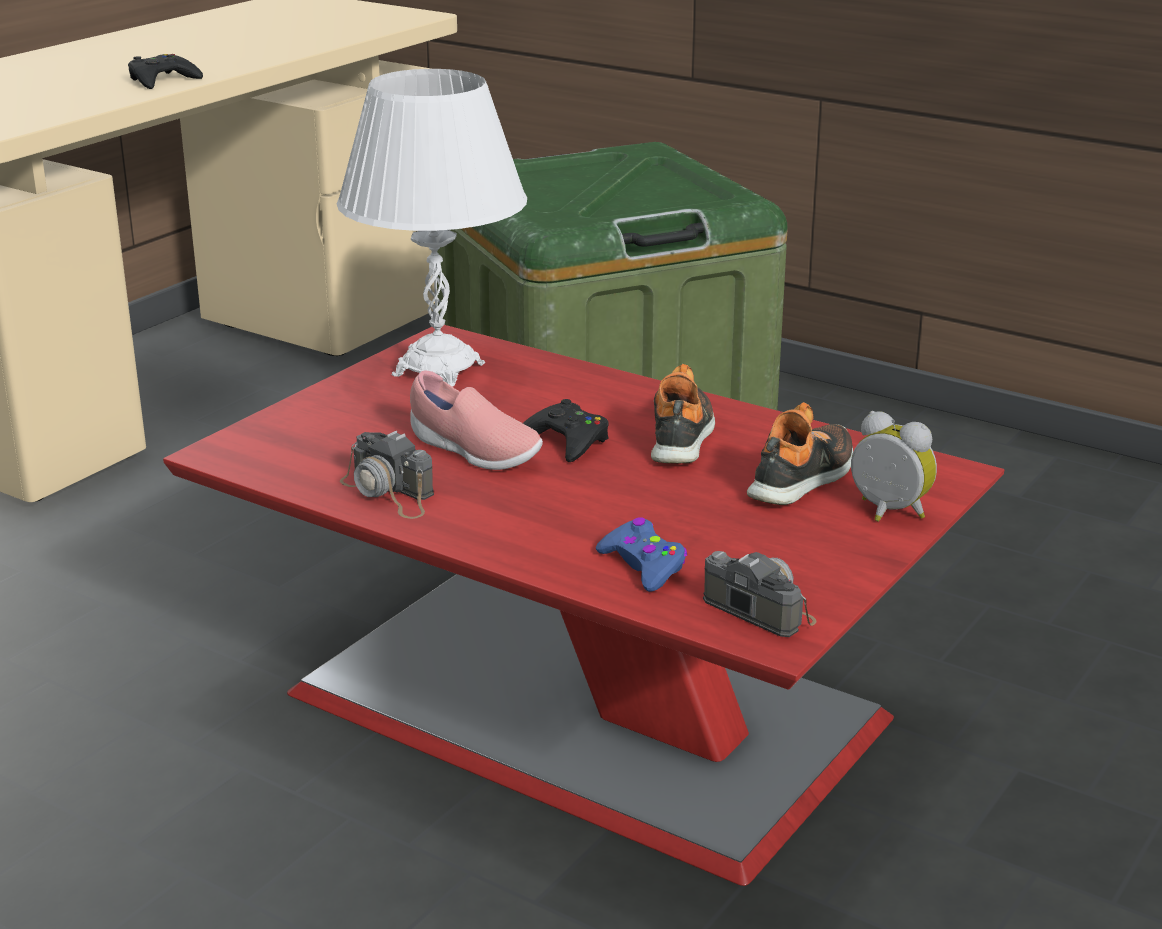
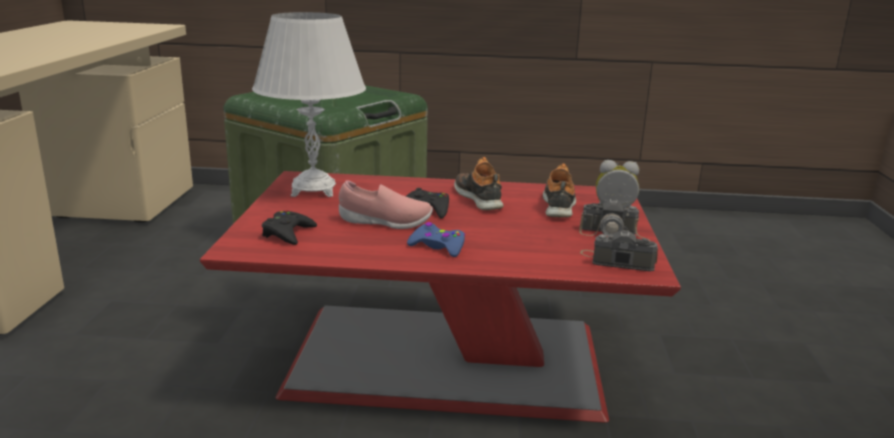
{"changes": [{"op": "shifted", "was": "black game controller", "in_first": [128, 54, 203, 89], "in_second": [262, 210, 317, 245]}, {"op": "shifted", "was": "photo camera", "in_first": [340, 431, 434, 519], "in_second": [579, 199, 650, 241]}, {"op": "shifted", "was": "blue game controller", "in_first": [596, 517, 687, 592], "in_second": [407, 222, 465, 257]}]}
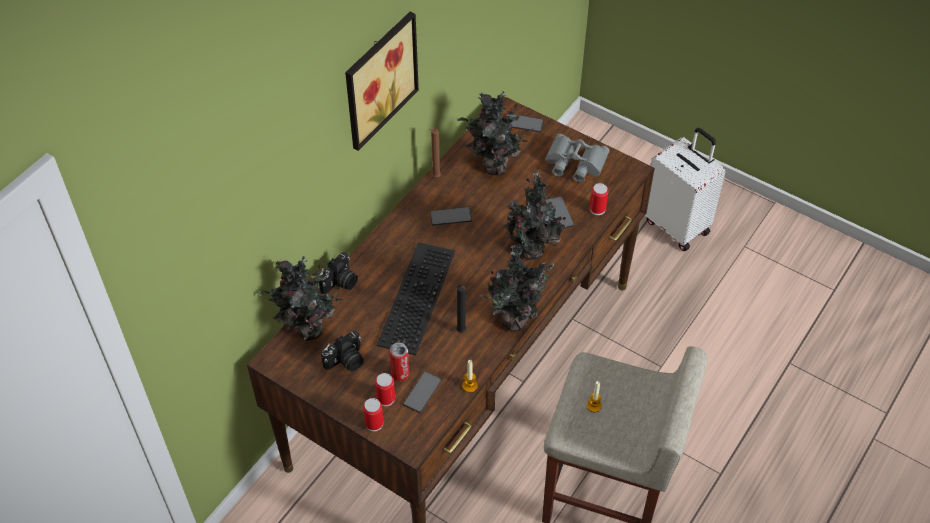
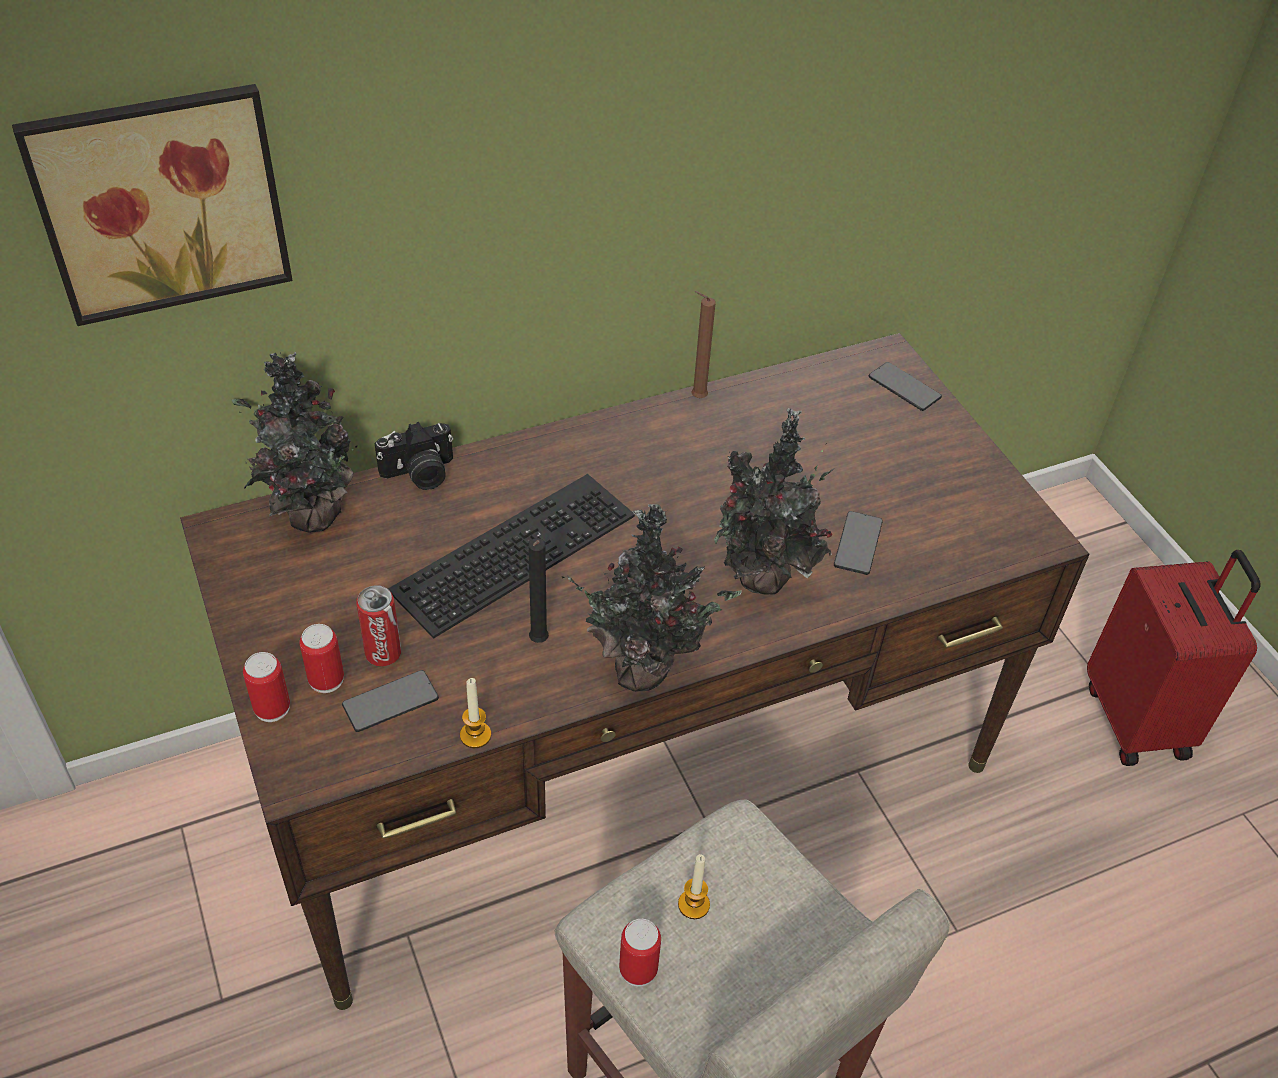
{"changes": [{"op": "gone", "was": "photo camera", "in_first": [321, 331, 364, 372]}, {"op": "shifted", "was": "picture", "in_first": [345, 12, 419, 151], "in_second": [12, 84, 293, 326]}, {"op": "gone", "was": "phone", "in_first": [430, 207, 472, 226]}, {"op": "gone", "was": "potted plant", "in_first": [457, 91, 533, 175]}, {"op": "gone", "was": "grey binoculars", "in_first": [545, 134, 609, 182]}, {"op": "shifted", "was": "can", "in_first": [590, 183, 608, 215], "in_second": [619, 919, 661, 987]}, {"op": "repainted", "was": "white suitcase", "now": "red suitcase", "in_first": [645, 128, 725, 251], "in_second": [1087, 550, 1261, 766]}]}
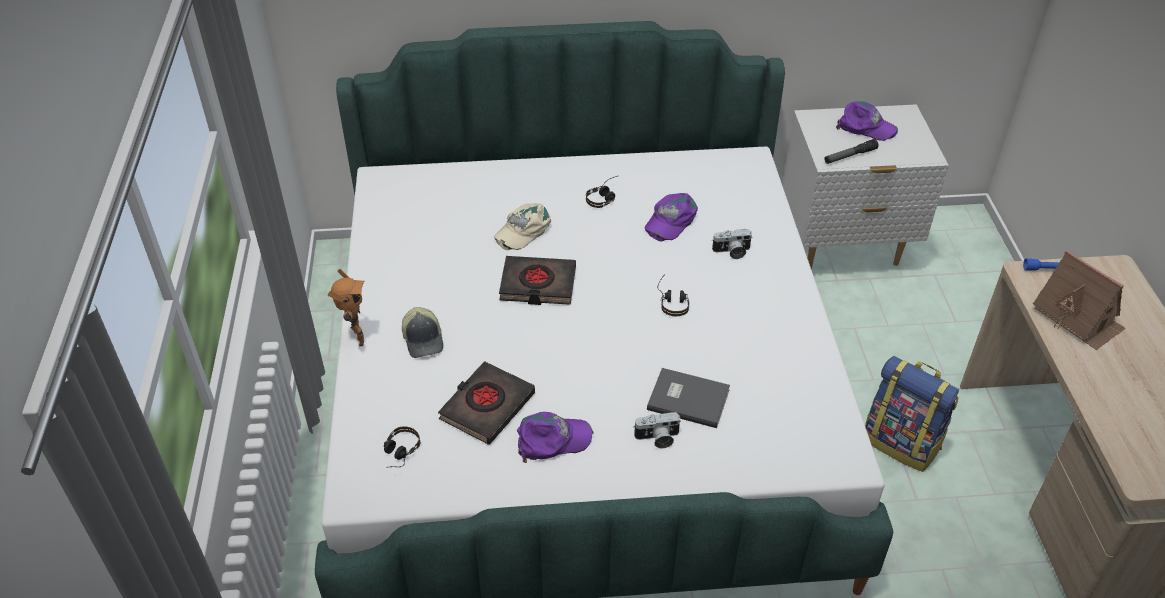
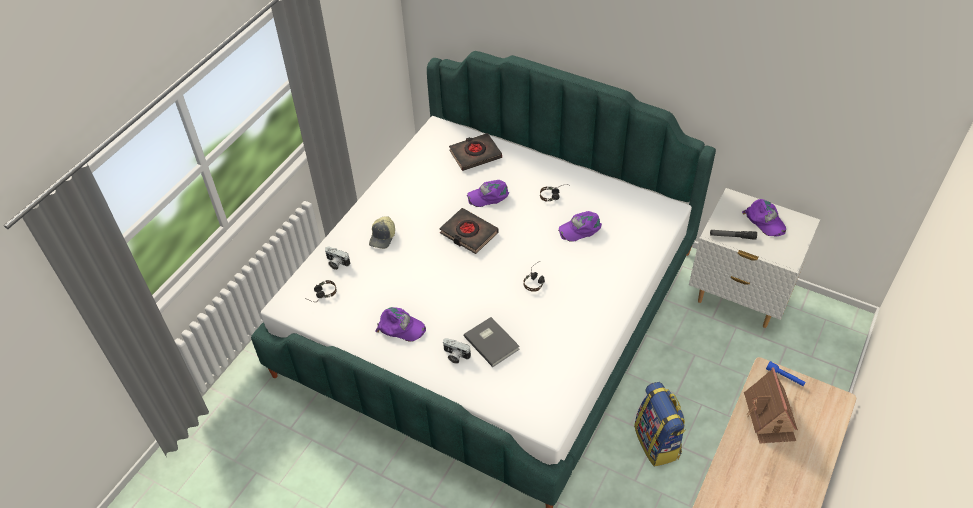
{"changes": [{"op": "gone", "was": "toy robot", "in_first": [328, 269, 365, 346]}, {"op": "shifted", "was": "black book", "in_first": [438, 361, 535, 445], "in_second": [449, 133, 502, 171]}, {"op": "repainted", "was": "beige cap", "now": "purple cap", "in_first": [494, 203, 551, 250], "in_second": [467, 180, 509, 207]}, {"op": "shifted", "was": "photo camera", "in_first": [712, 229, 753, 259], "in_second": [325, 247, 350, 270]}]}
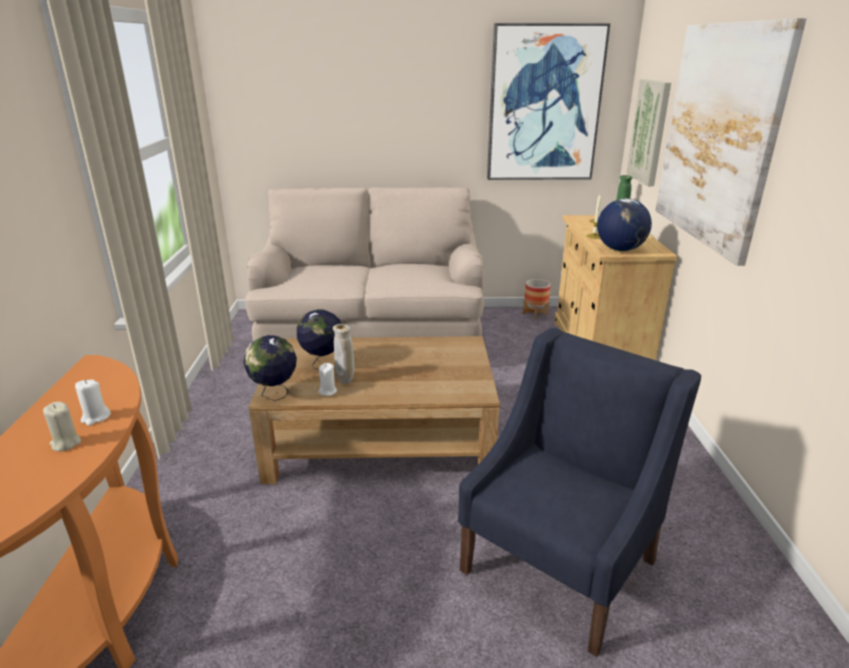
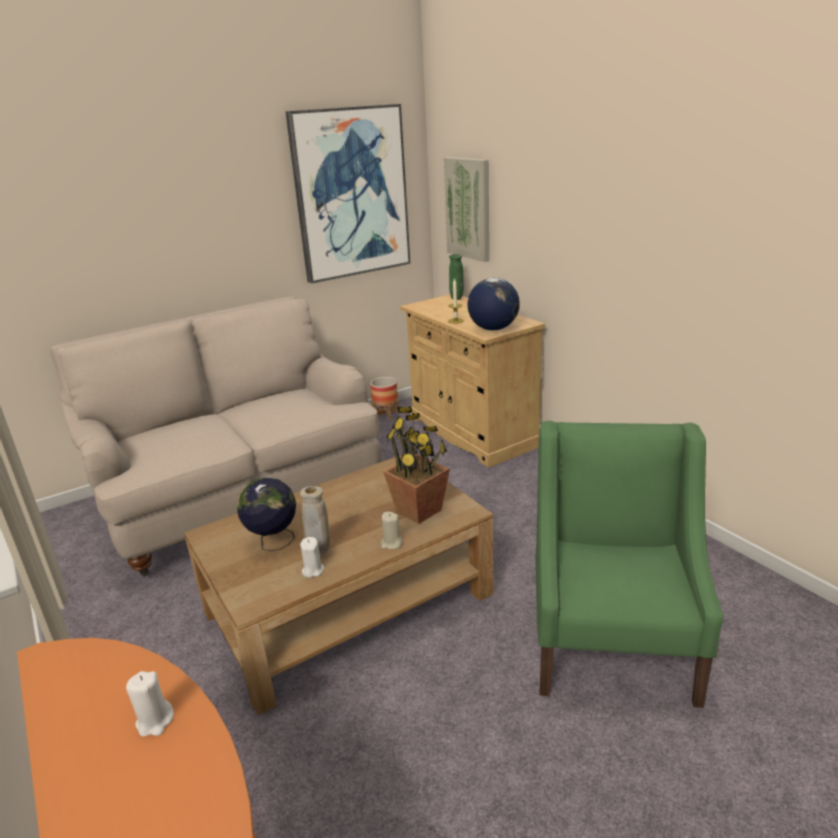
{"changes": [{"op": "shifted", "was": "beige candle", "in_first": [43, 402, 81, 452], "in_second": [381, 512, 402, 550]}, {"op": "gone", "was": "globe", "in_first": [243, 335, 297, 401]}, {"op": "repainted", "was": "blue armchair", "now": "green armchair", "in_first": [458, 328, 701, 657], "in_second": [535, 421, 723, 708]}, {"op": "gone", "was": "picture", "in_first": [655, 18, 806, 266]}, {"op": "new", "now": "potted plant", "in_second": [383, 406, 450, 524]}]}
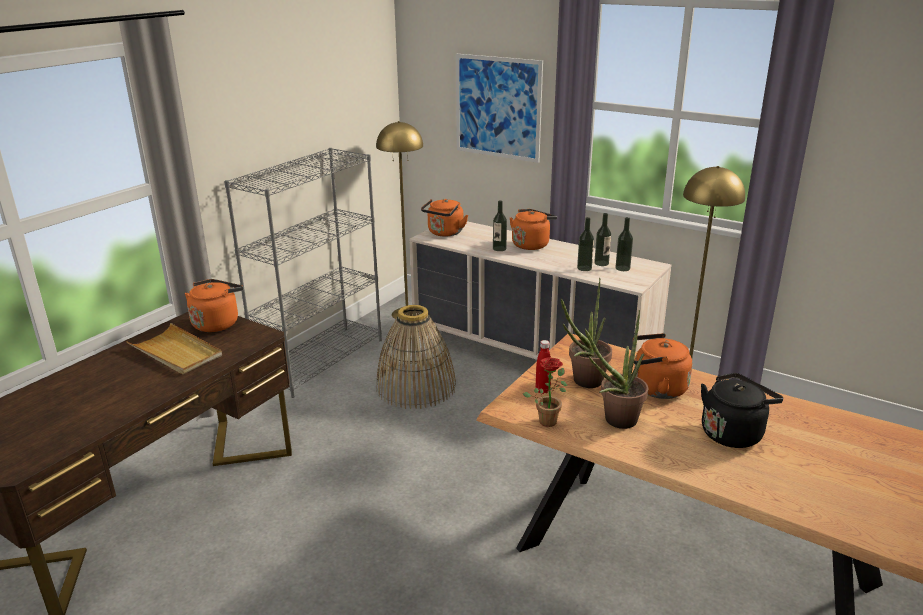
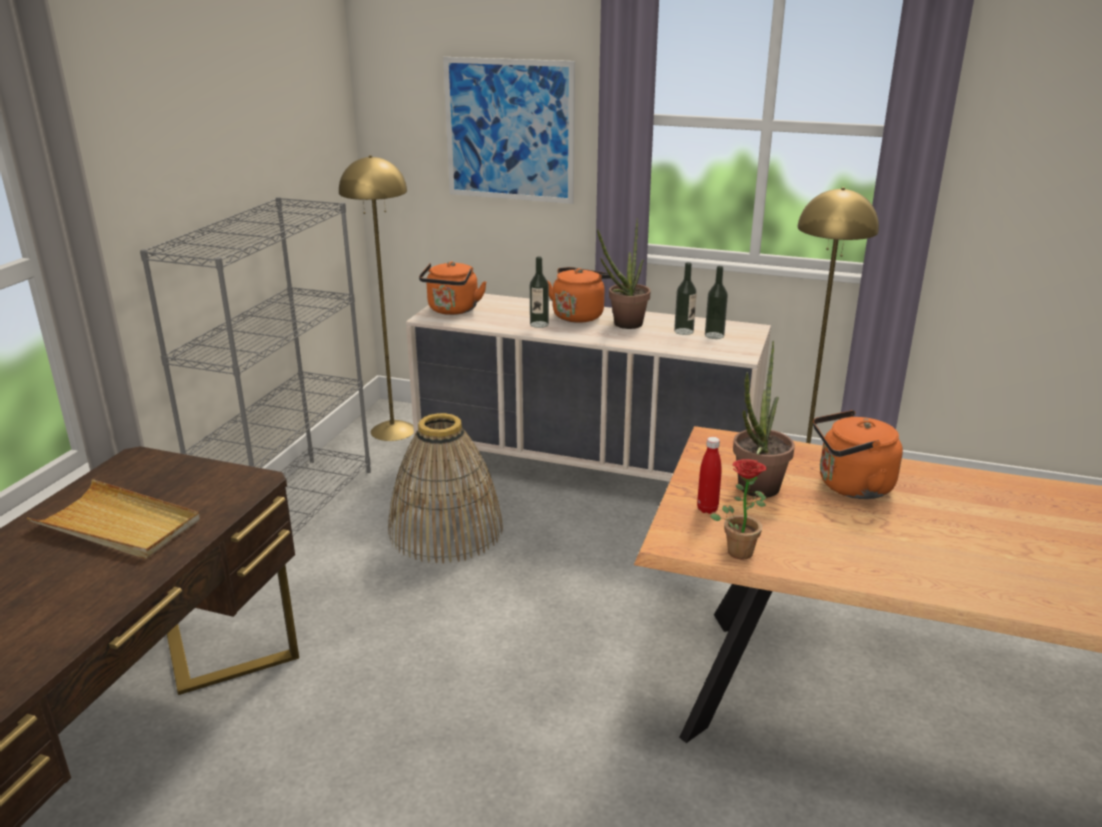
{"changes": [{"op": "gone", "was": "orange kettle", "in_first": [185, 279, 243, 332]}, {"op": "gone", "was": "bottle", "in_first": [577, 217, 594, 271]}, {"op": "shifted", "was": "potted plant", "in_first": [585, 310, 648, 429], "in_second": [597, 218, 651, 329]}, {"op": "gone", "was": "black kettle", "in_first": [701, 373, 783, 448]}]}
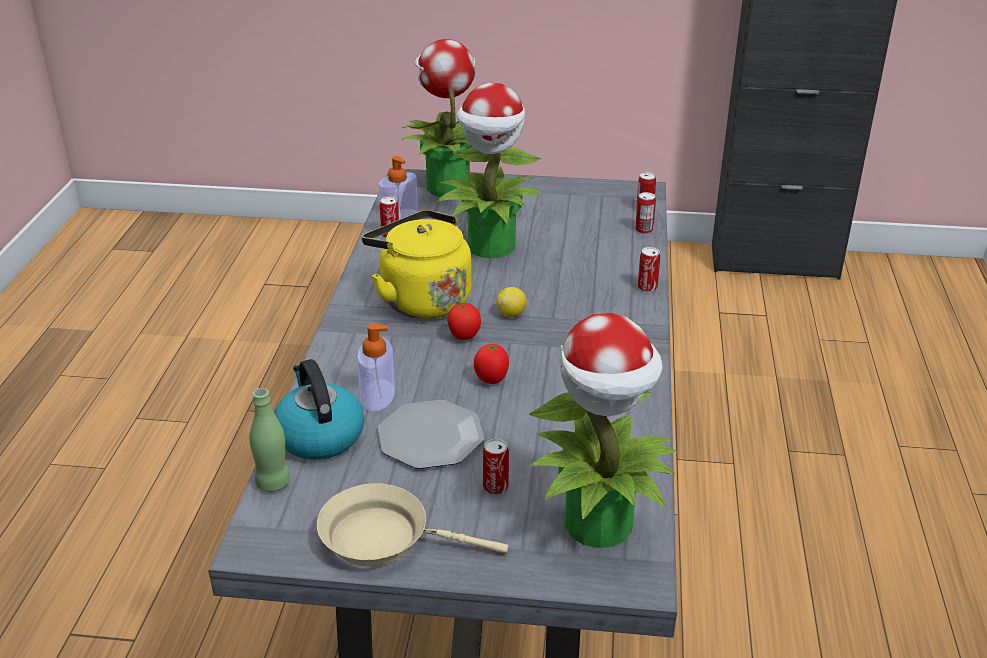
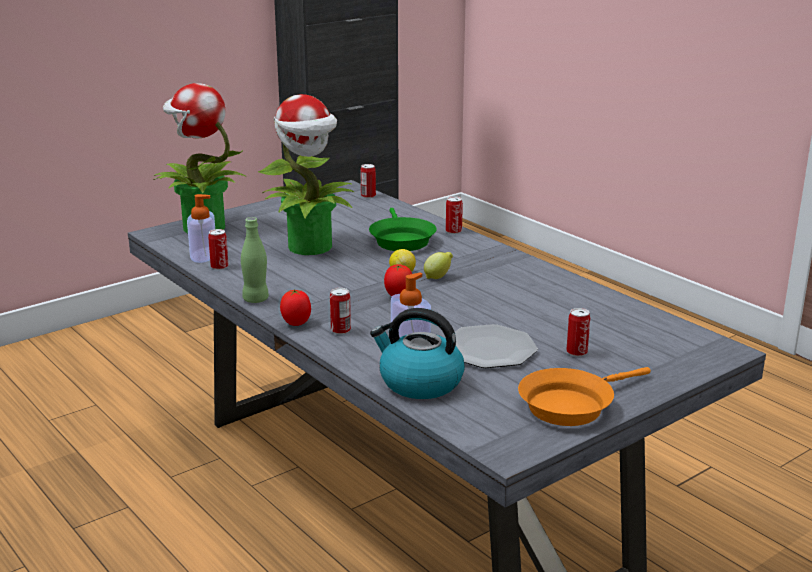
{"changes": [{"op": "shifted", "was": "green bottle", "in_first": [249, 388, 290, 492], "in_second": [241, 217, 269, 303]}, {"op": "repainted", "was": "beige frying pan", "now": "orange frying pan", "in_first": [317, 483, 508, 566], "in_second": [518, 367, 651, 426]}, {"op": "gone", "was": "yellow kettle", "in_first": [362, 210, 471, 319]}, {"op": "shifted", "was": "tomato", "in_first": [474, 344, 509, 384], "in_second": [280, 289, 311, 326]}, {"op": "gone", "was": "potted plant", "in_first": [529, 313, 678, 548]}, {"op": "shifted", "was": "can", "in_first": [635, 192, 656, 234], "in_second": [330, 288, 351, 334]}, {"op": "new", "now": "green frying pan", "in_second": [369, 208, 437, 251]}, {"op": "new", "now": "lemon", "in_second": [424, 252, 453, 279]}]}
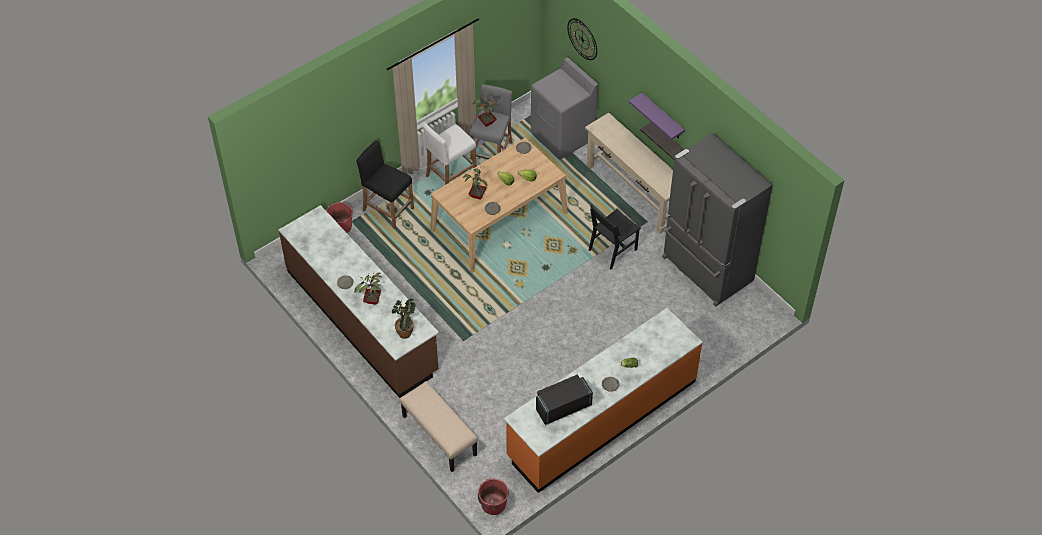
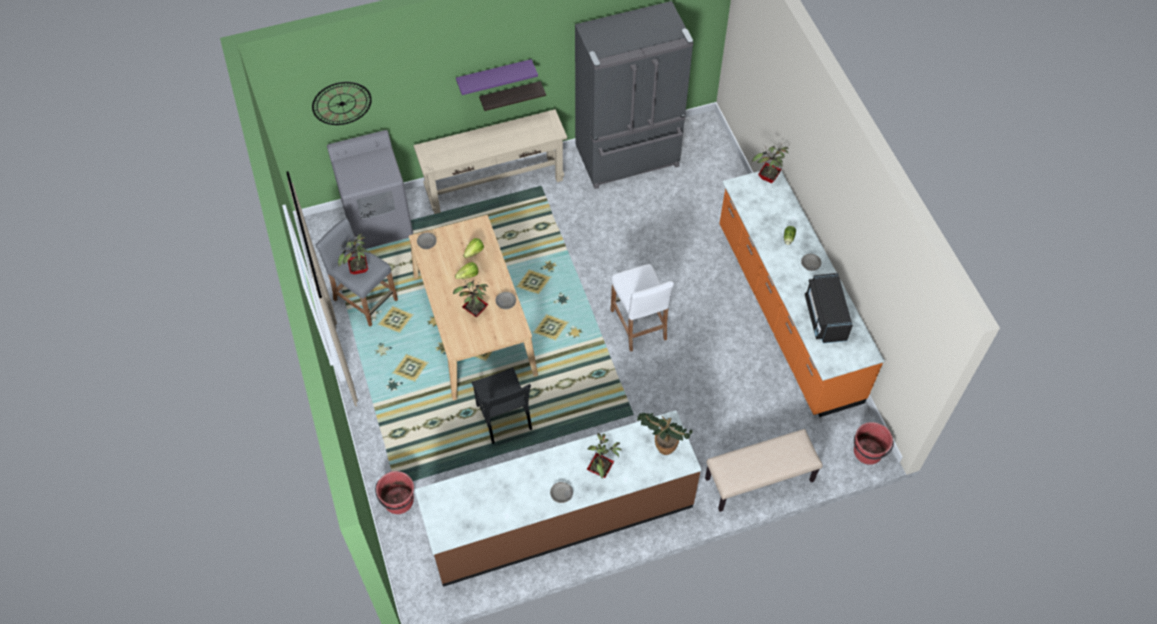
{"changes": [{"op": "gone", "was": "black stool", "in_first": [356, 140, 414, 229]}, {"op": "shifted", "was": "white stool", "in_first": [422, 123, 476, 185], "in_second": [611, 264, 674, 352]}, {"op": "shifted", "was": "black chair", "in_first": [589, 205, 641, 269], "in_second": [471, 367, 532, 444]}, {"op": "new", "now": "potted plant", "in_second": [752, 144, 789, 183]}]}
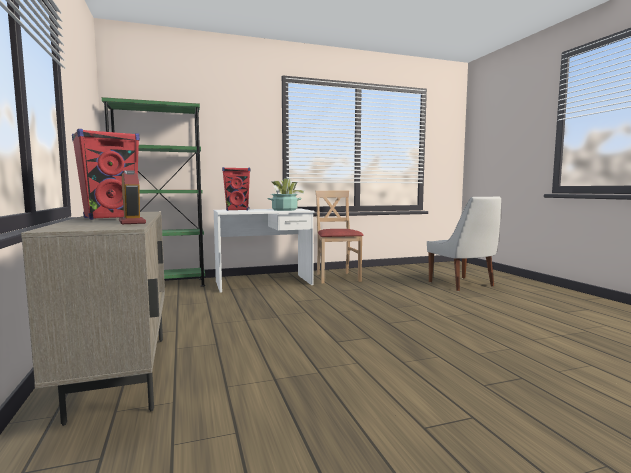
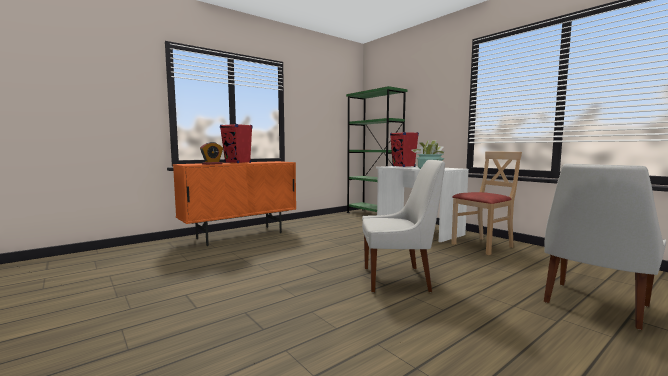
{"changes": [{"op": "repainted", "was": "beige cabinet", "now": "orange cabinet", "in_first": [21, 211, 165, 426], "in_second": [173, 161, 296, 246]}, {"op": "new", "now": "white chair", "in_second": [362, 160, 445, 293]}]}
